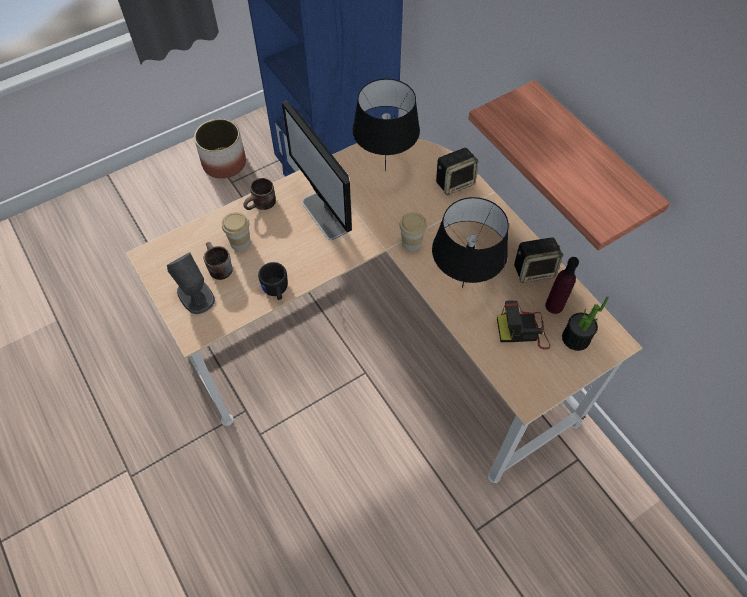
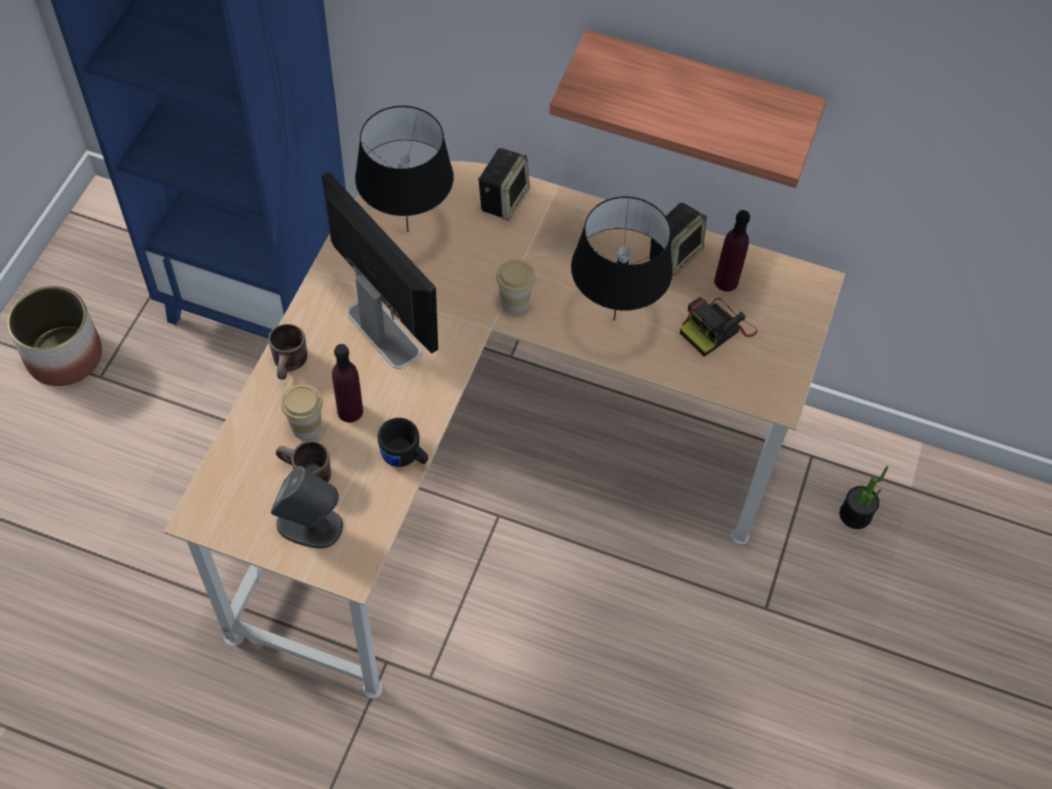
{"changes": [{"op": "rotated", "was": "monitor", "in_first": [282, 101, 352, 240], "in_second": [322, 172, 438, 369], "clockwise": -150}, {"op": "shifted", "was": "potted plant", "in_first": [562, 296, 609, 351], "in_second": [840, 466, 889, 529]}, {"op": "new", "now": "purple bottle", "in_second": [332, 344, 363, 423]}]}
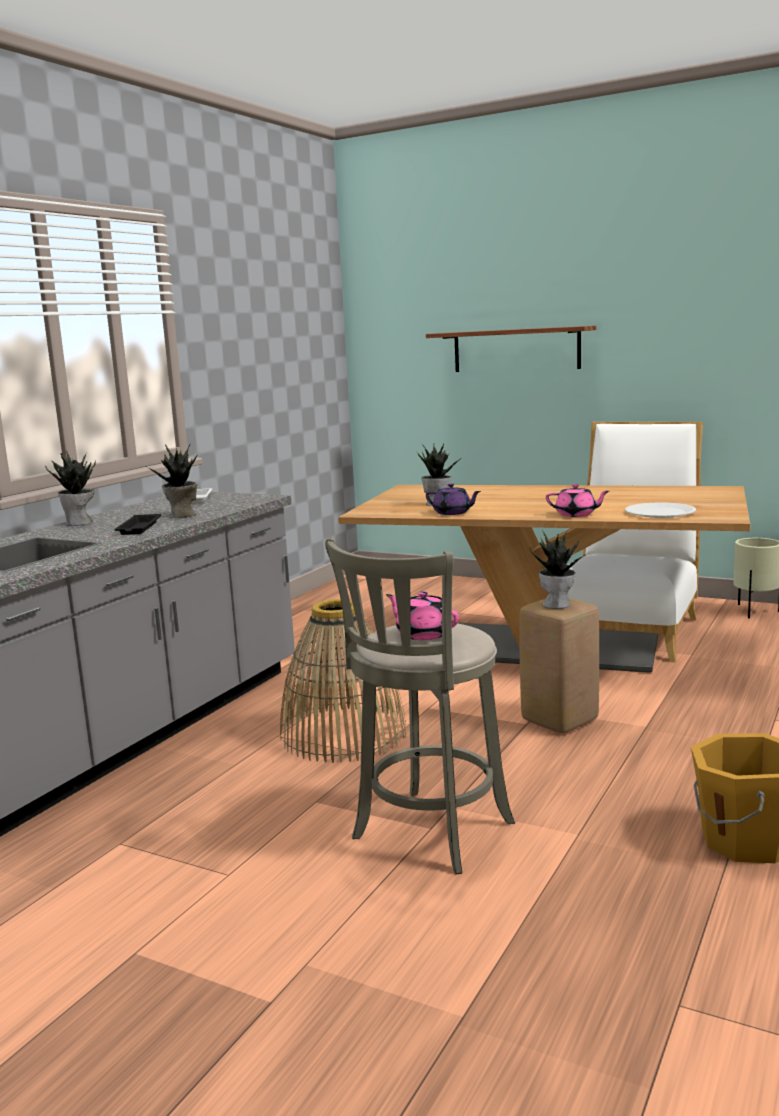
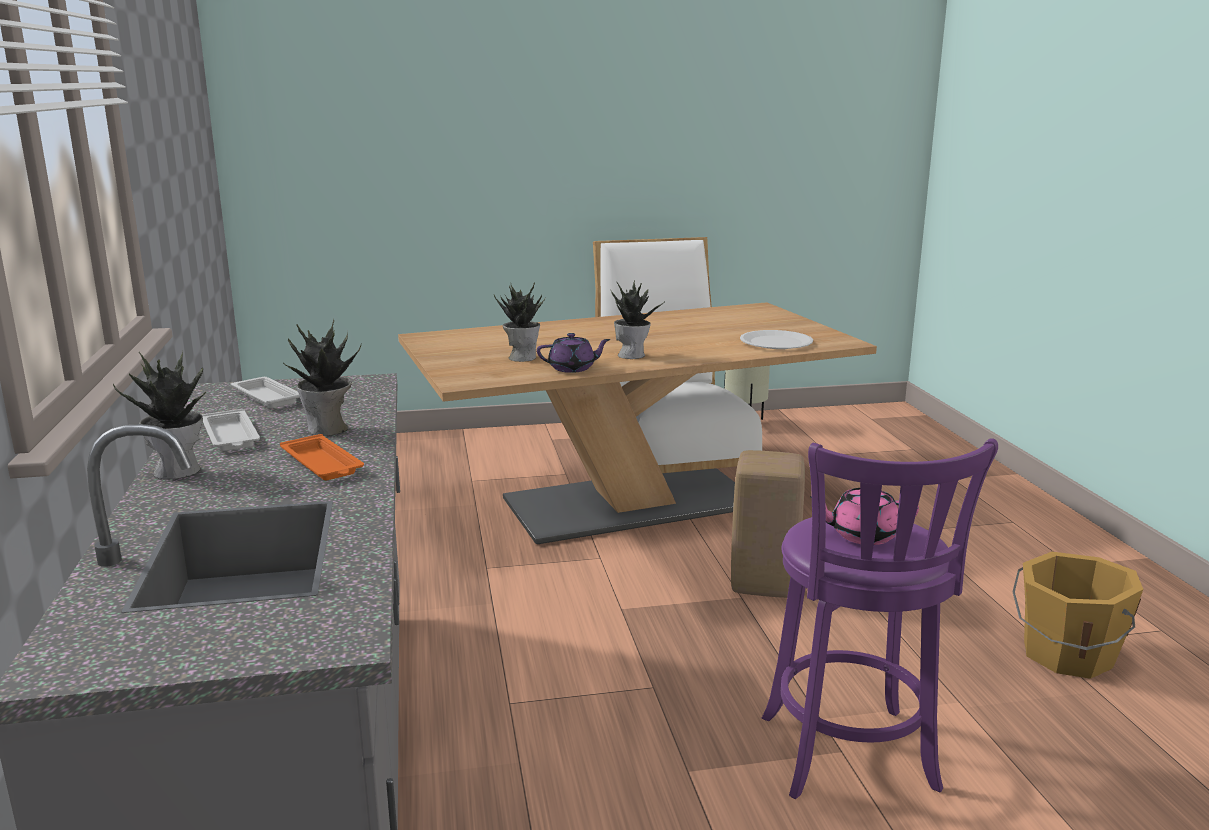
{"changes": [{"op": "repainted", "was": "black tray", "now": "orange tray", "in_first": [114, 514, 161, 535], "in_second": [280, 434, 364, 480]}, {"op": "gone", "was": "basket", "in_first": [280, 599, 406, 763]}, {"op": "repainted", "was": "grey stool", "now": "purple stool", "in_first": [325, 538, 515, 874], "in_second": [762, 438, 998, 799]}, {"op": "gone", "was": "shelf", "in_first": [426, 325, 596, 372]}, {"op": "shifted", "was": "potted plant", "in_first": [530, 530, 583, 609], "in_second": [611, 280, 663, 359]}, {"op": "gone", "was": "pink teapot", "in_first": [546, 484, 609, 517]}, {"op": "new", "now": "white tray", "in_second": [202, 409, 260, 451]}]}
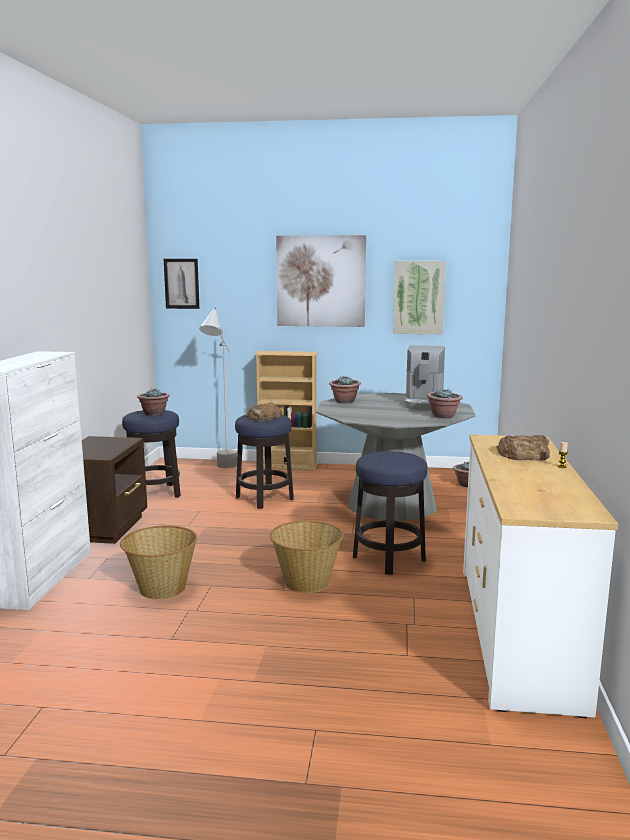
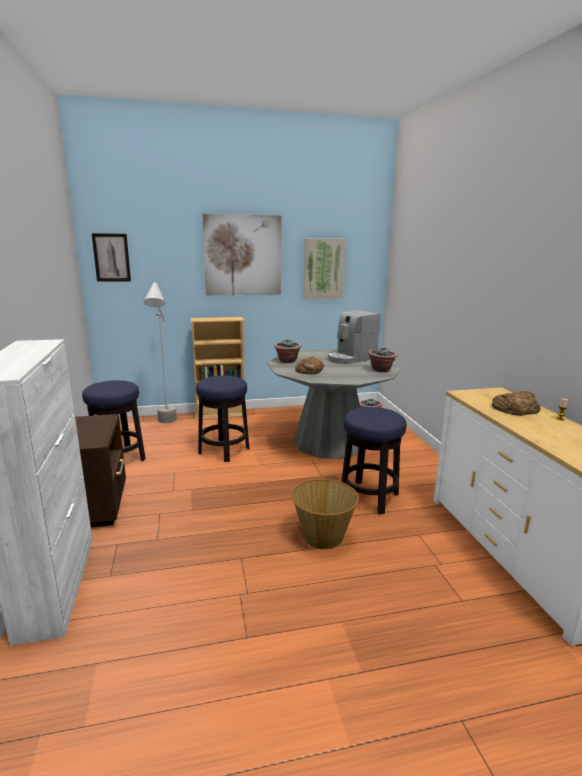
{"changes": [{"op": "gone", "was": "basket", "in_first": [120, 525, 197, 600]}, {"op": "gone", "was": "potted plant", "in_first": [137, 388, 170, 416]}, {"op": "shifted", "was": "bread", "in_first": [247, 403, 282, 421], "in_second": [295, 357, 324, 375]}, {"op": "rotated", "was": "coffee machine", "in_first": [404, 345, 445, 411], "in_second": [328, 310, 380, 364], "clockwise": 60}]}
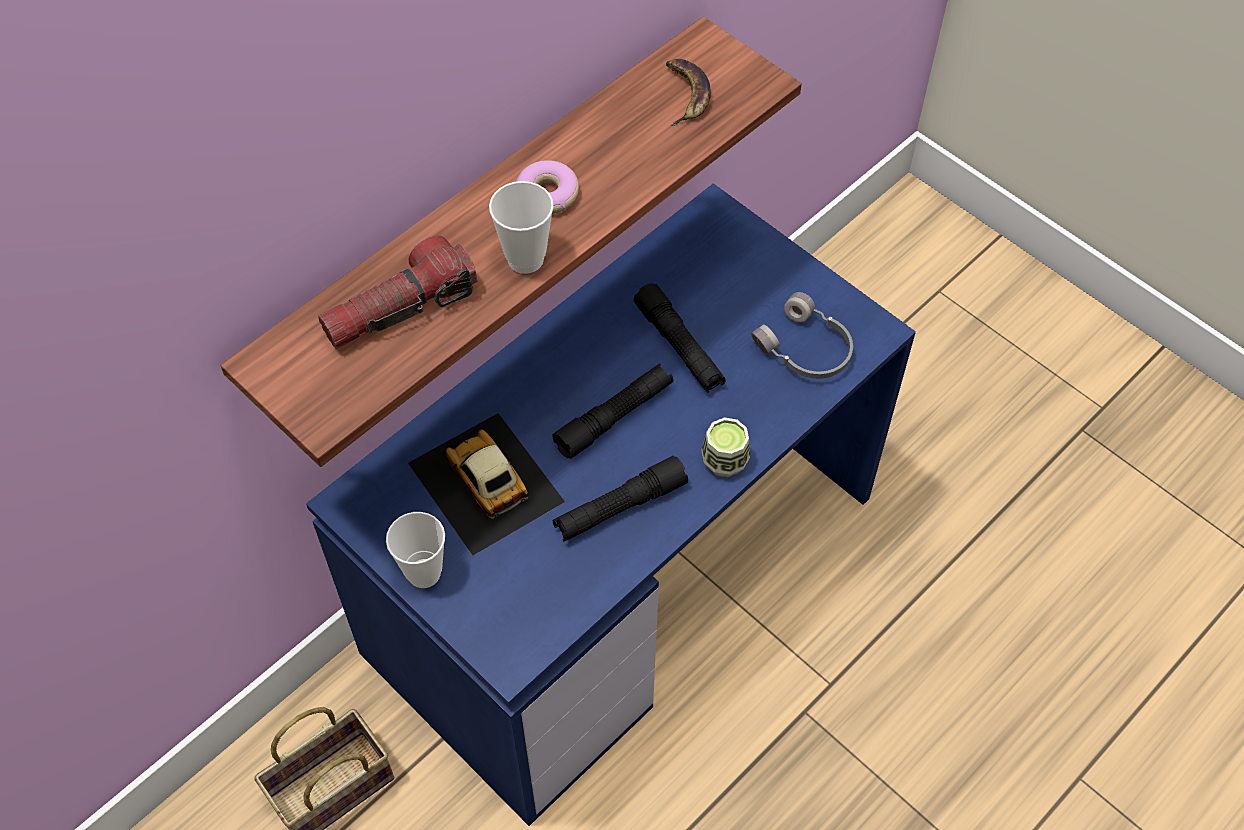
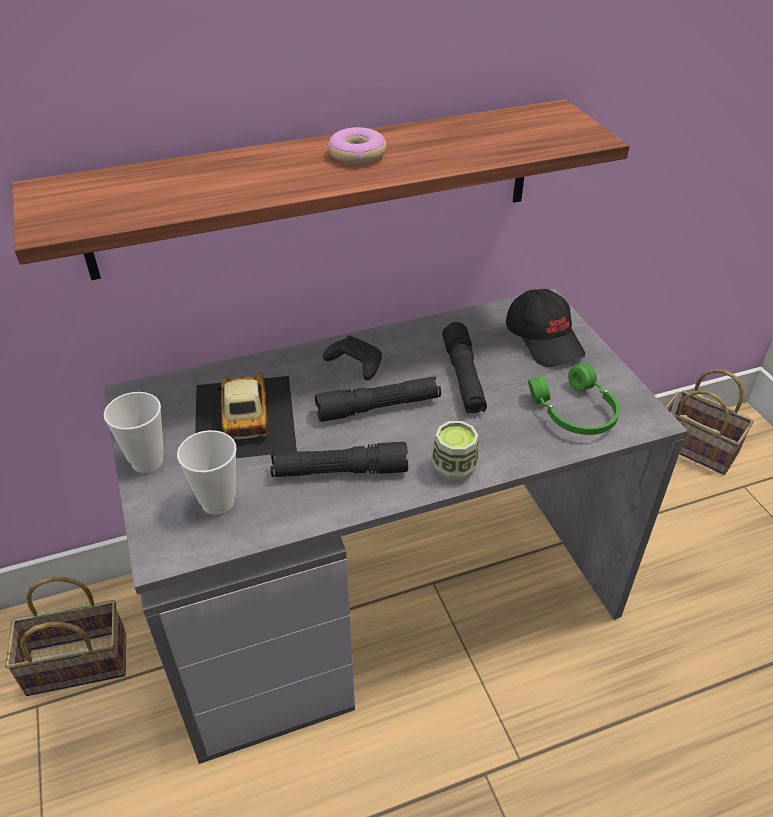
{"changes": [{"op": "repainted", "was": "blue desk", "now": "grey desk", "in_first": [306, 183, 916, 826], "in_second": [104, 288, 687, 764]}, {"op": "gone", "was": "flashlight", "in_first": [318, 235, 477, 349]}, {"op": "shifted", "was": "cup", "in_first": [489, 181, 554, 274], "in_second": [177, 430, 237, 515]}, {"op": "gone", "was": "banana", "in_first": [666, 59, 711, 126]}, {"op": "repainted", "was": "grey headphones", "now": "green headphones", "in_first": [751, 292, 853, 379], "in_second": [528, 364, 620, 435]}, {"op": "new", "now": "black game controller", "in_second": [323, 335, 382, 380]}, {"op": "new", "now": "black cap", "in_second": [506, 289, 585, 367]}, {"op": "new", "now": "basket", "in_second": [665, 369, 754, 475]}]}
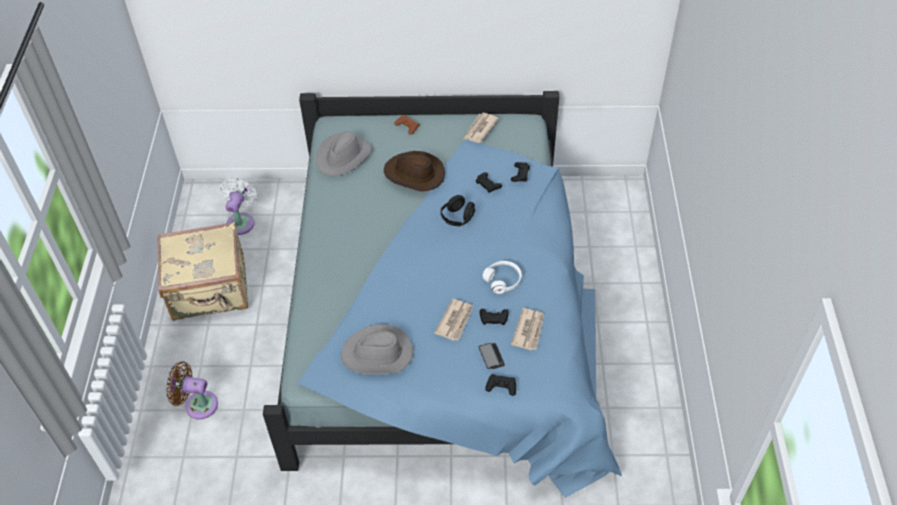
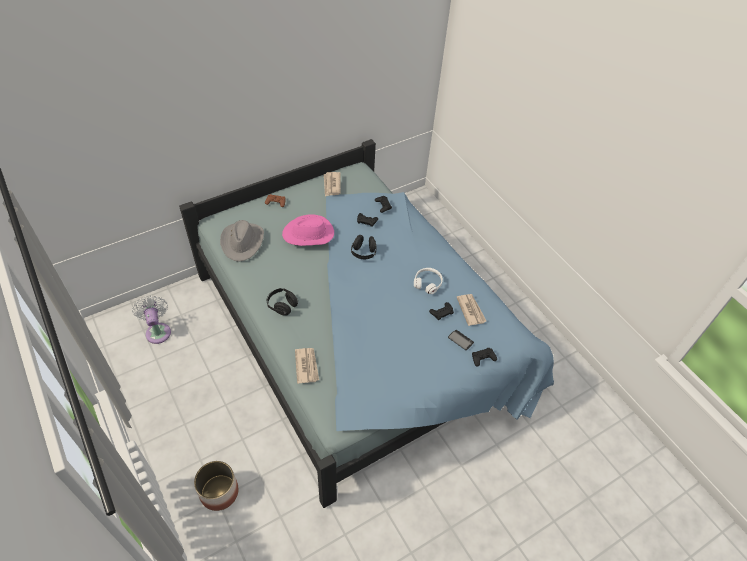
{"changes": [{"op": "gone", "was": "beige suitcase", "in_first": [157, 222, 248, 321]}, {"op": "swapped", "was": "brown fan", "now": "planter", "in_first": [166, 361, 218, 420], "in_second": [194, 461, 238, 511]}, {"op": "gone", "was": "grey hat", "in_first": [340, 325, 413, 375]}, {"op": "repainted", "was": "brown hat", "now": "pink hat", "in_first": [384, 151, 445, 191], "in_second": [282, 214, 334, 246]}, {"op": "shifted", "was": "newspaper", "in_first": [435, 299, 473, 341], "in_second": [295, 348, 319, 384]}, {"op": "new", "now": "black headphones", "in_second": [267, 288, 299, 316]}]}
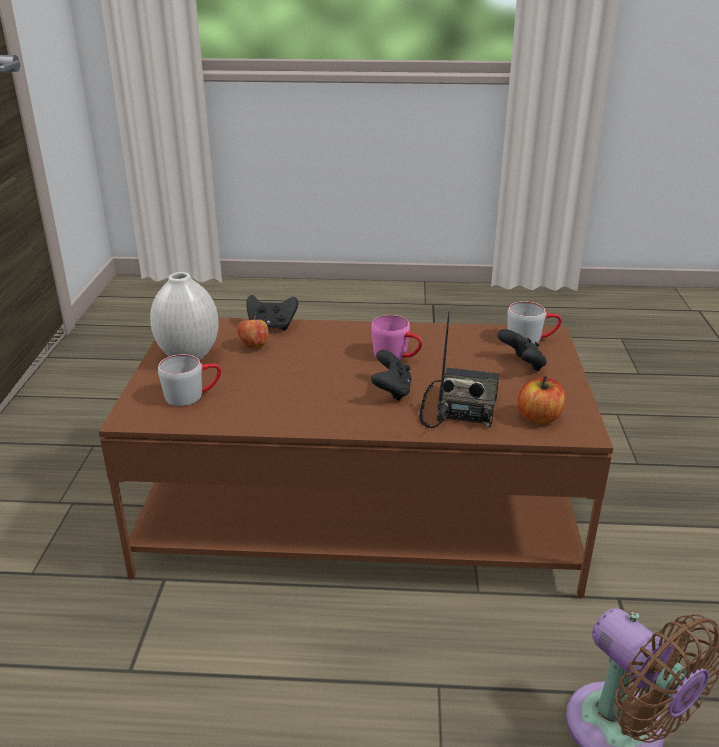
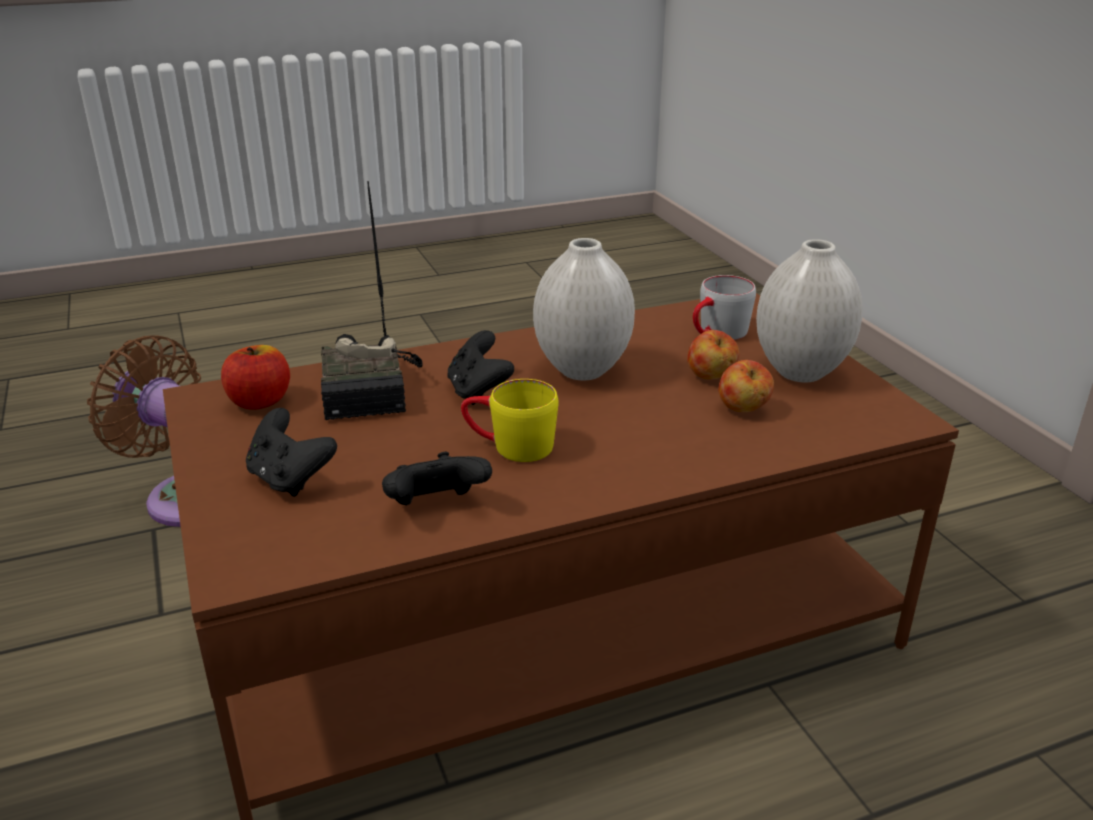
{"changes": [{"op": "shifted", "was": "black game controller", "in_first": [246, 295, 298, 331], "in_second": [382, 452, 492, 505]}, {"op": "repainted", "was": "pink mug", "now": "yellow mug", "in_first": [371, 315, 423, 360], "in_second": [461, 379, 558, 462]}, {"op": "gone", "was": "grey mug", "in_first": [507, 301, 562, 344]}, {"op": "new", "now": "white vase", "in_second": [533, 238, 635, 381]}, {"op": "new", "now": "apple", "in_second": [687, 330, 739, 380]}]}
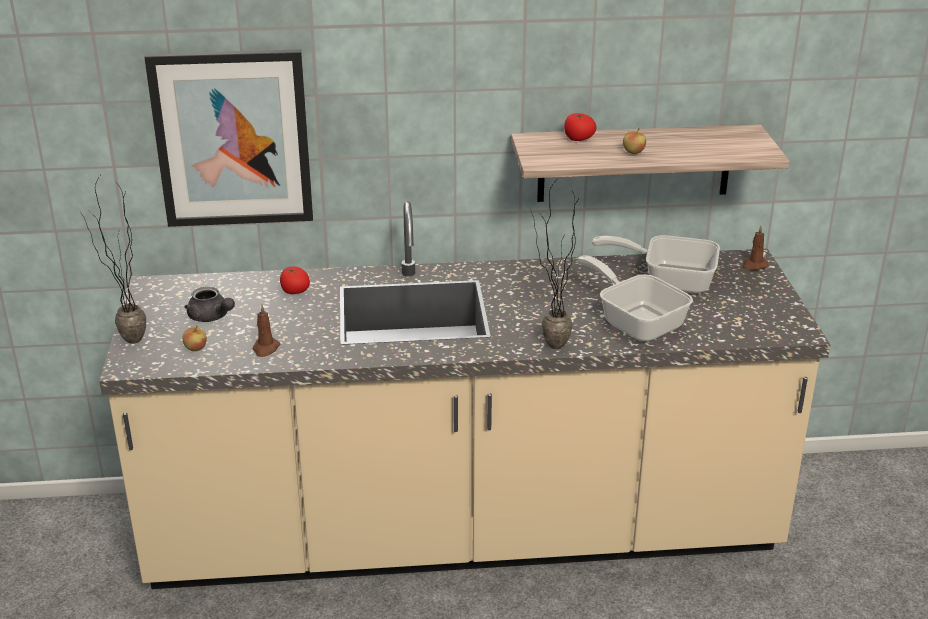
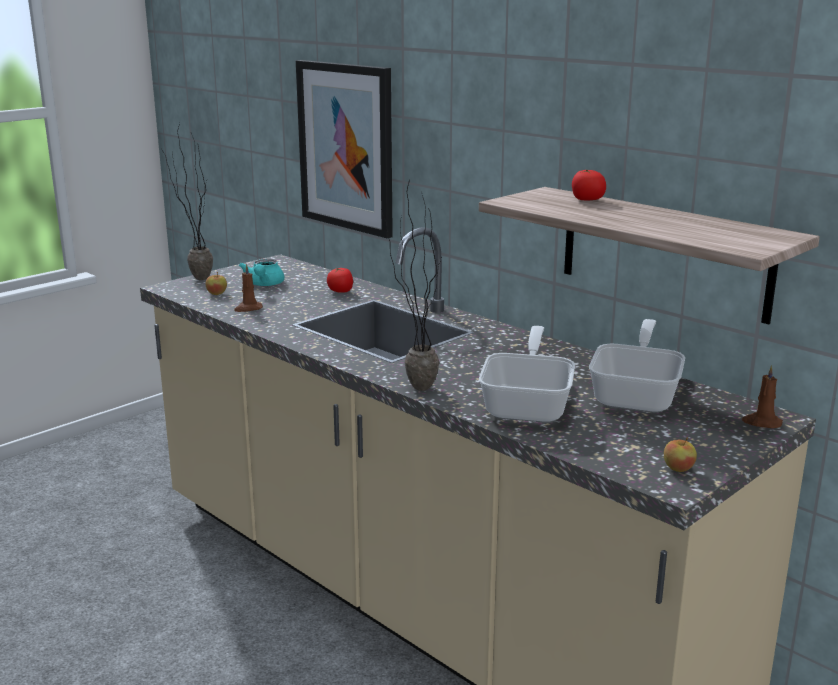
{"changes": [{"op": "repainted", "was": "grey teapot", "now": "turquoise teapot", "in_first": [185, 287, 235, 322], "in_second": [239, 259, 285, 286]}, {"op": "rotated", "was": "frying pan", "in_first": [592, 235, 720, 293], "in_second": [589, 319, 685, 413], "clockwise": 45}, {"op": "shifted", "was": "apple", "in_first": [623, 128, 646, 154], "in_second": [664, 437, 697, 472]}]}
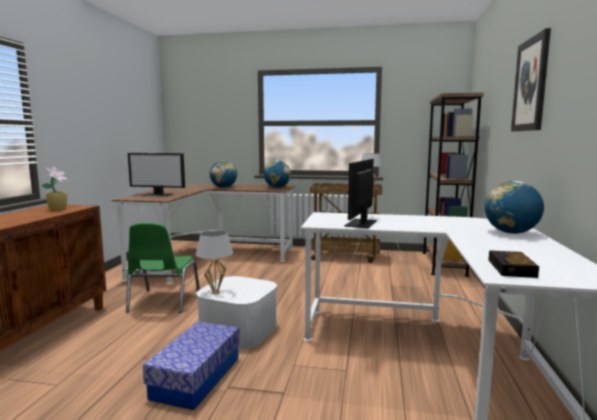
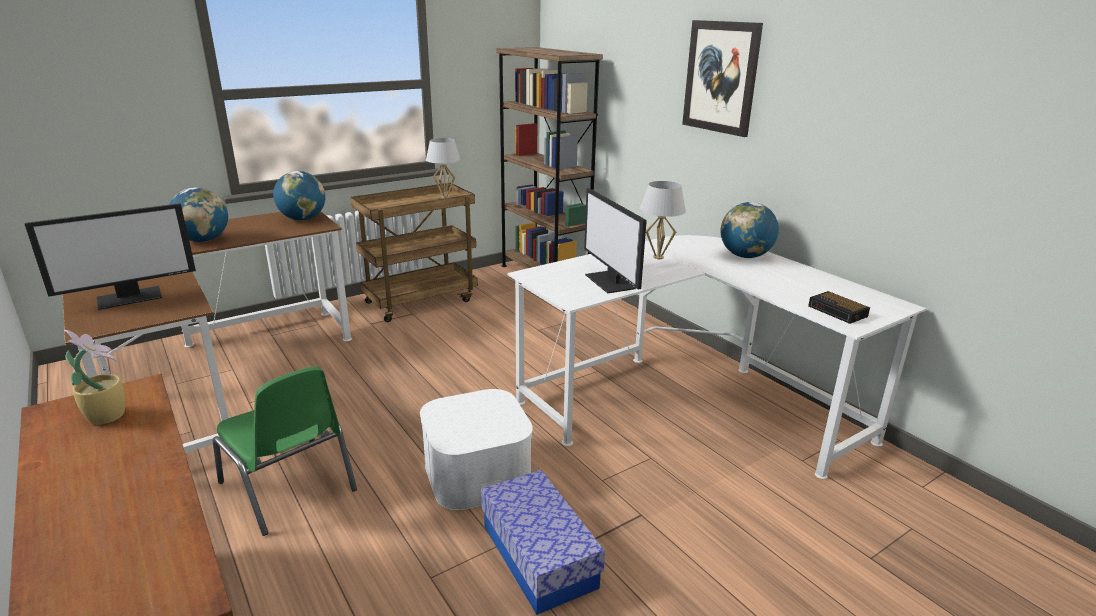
{"changes": [{"op": "shifted", "was": "white table lamp", "in_first": [196, 231, 233, 294], "in_second": [640, 181, 686, 259]}]}
